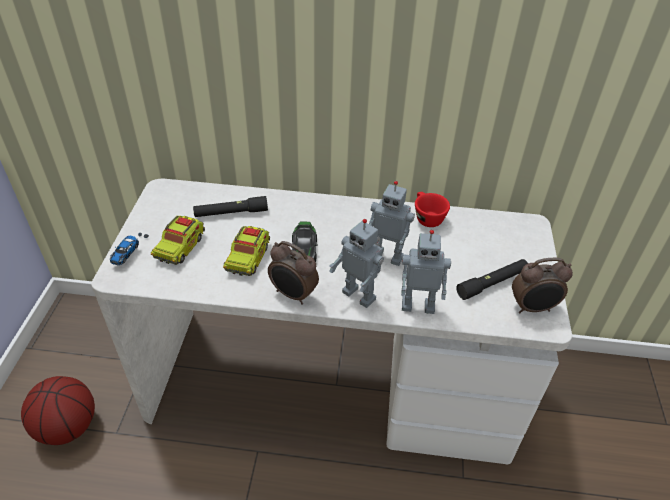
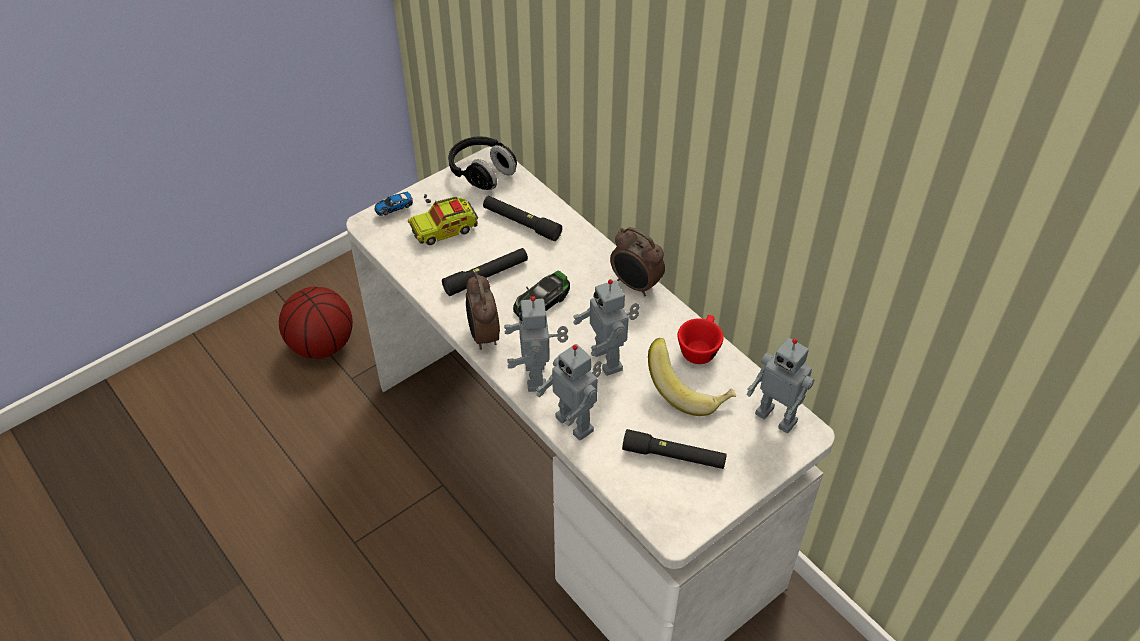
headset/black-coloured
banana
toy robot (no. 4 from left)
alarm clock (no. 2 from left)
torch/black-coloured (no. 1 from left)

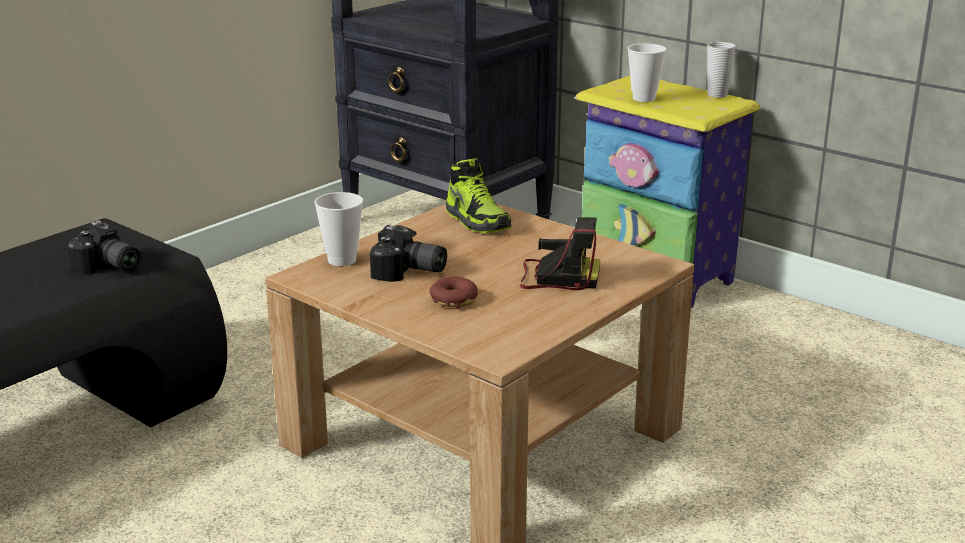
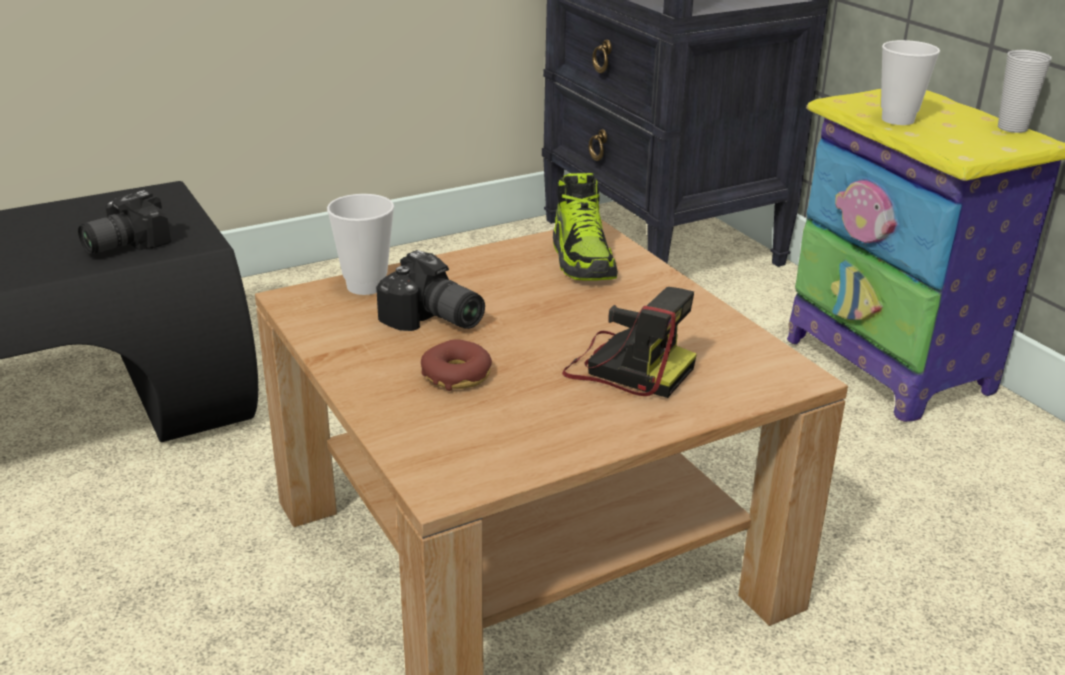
still camera (no. 1 from left)

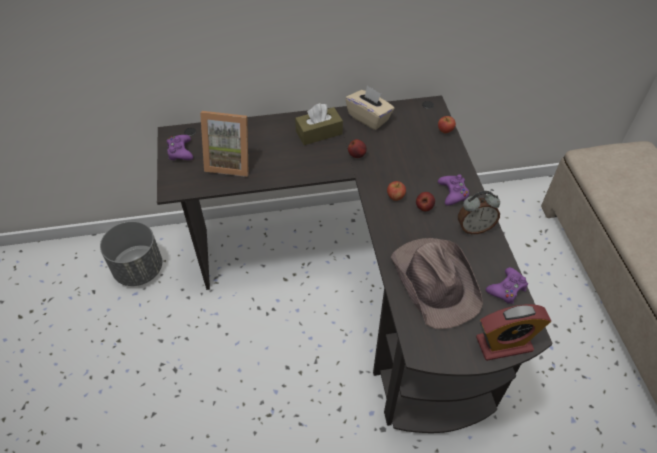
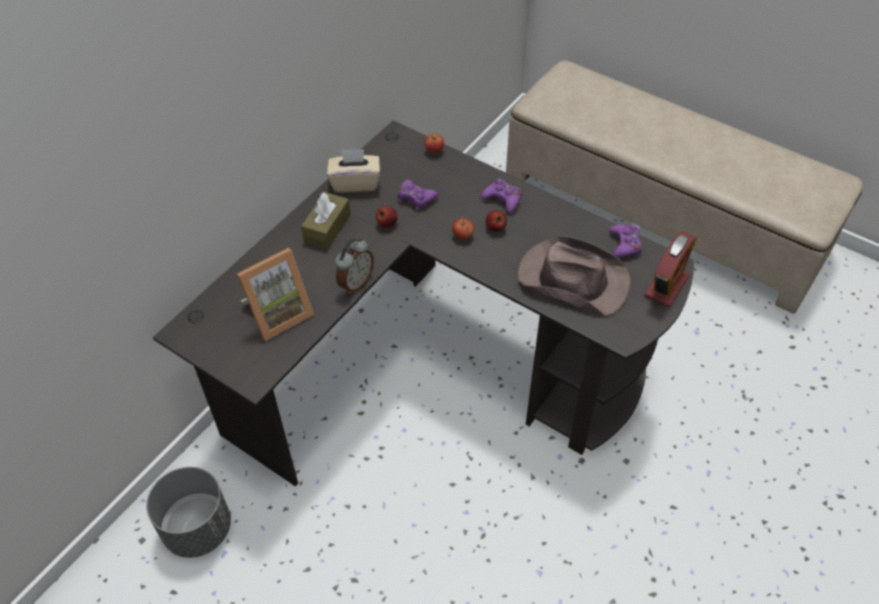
gamepad/purplish (no. 1 from left)
alarm clock (no. 1 from left)

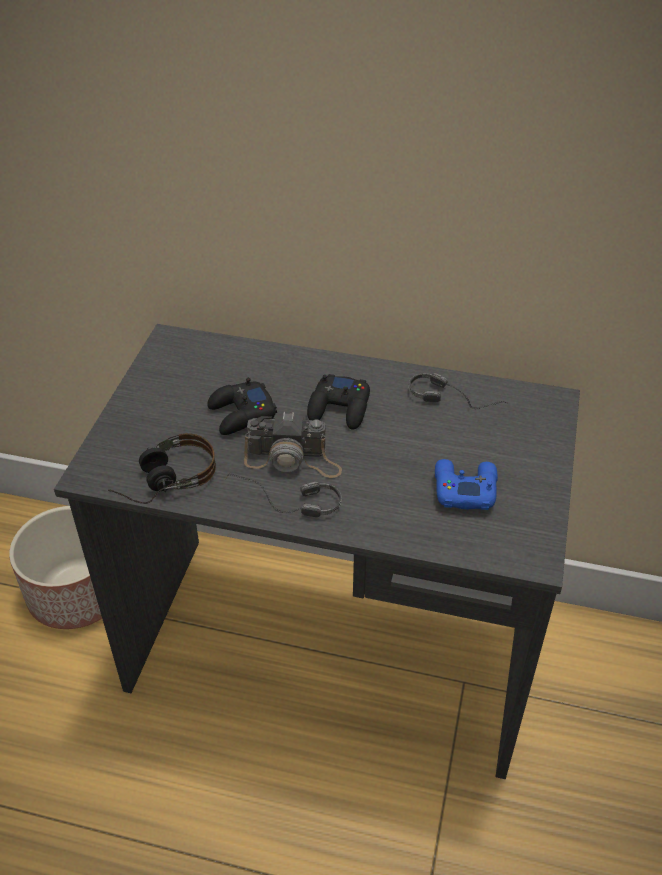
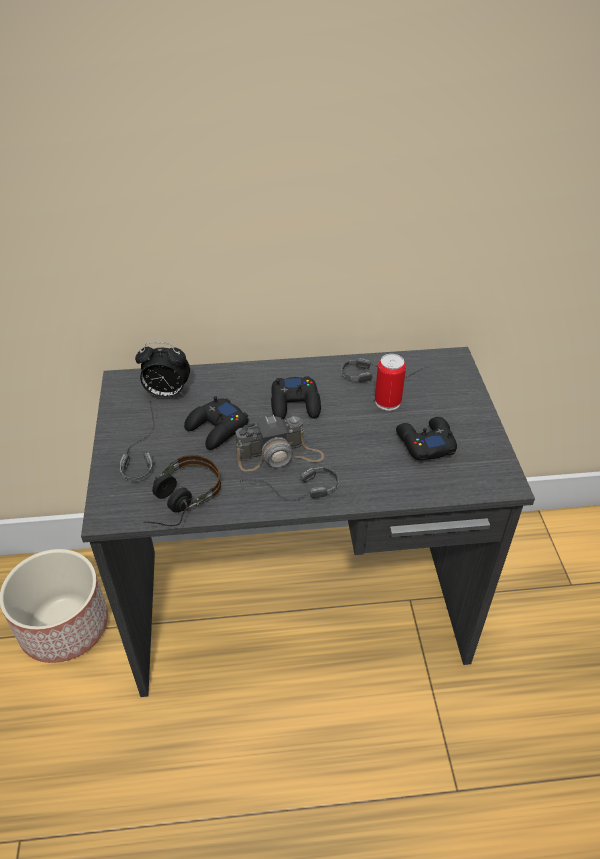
headset (no. 1 from left)
alarm clock
can
gamepad/black-coloured (no. 3 from left)

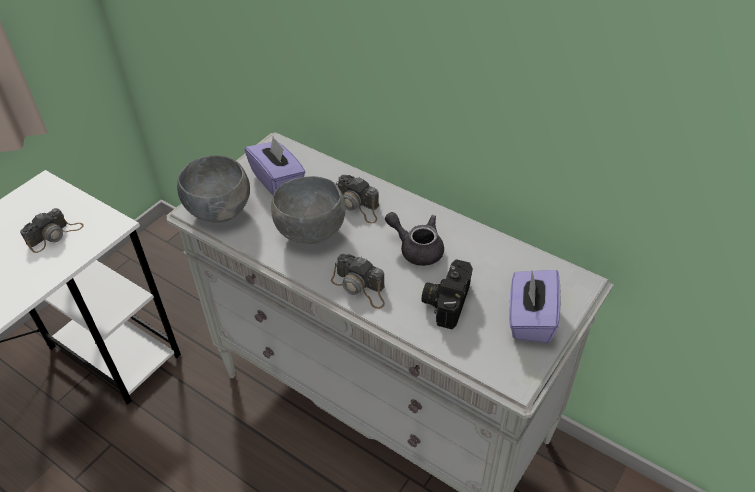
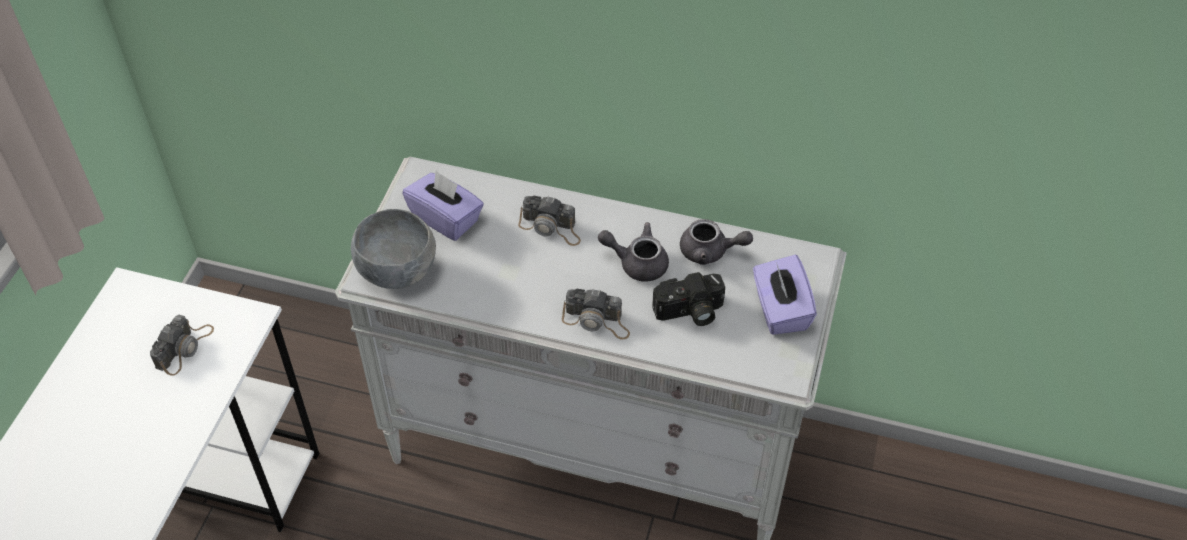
bowl/greyish (no. 2 from left in the first image)
tea pot/greyish (no. 2 from left)
still camera (no. 4 from left)

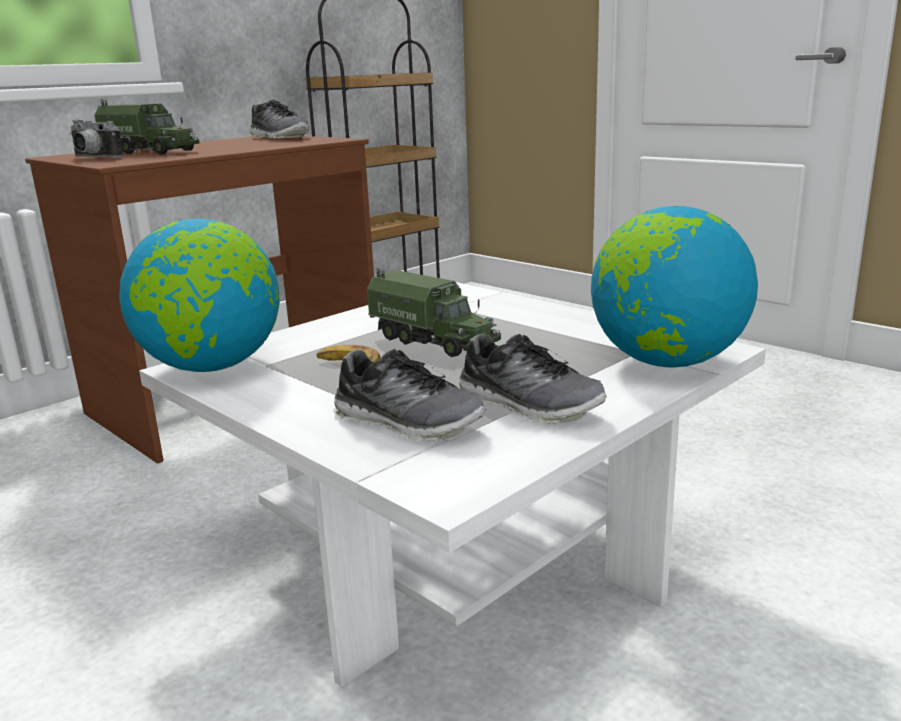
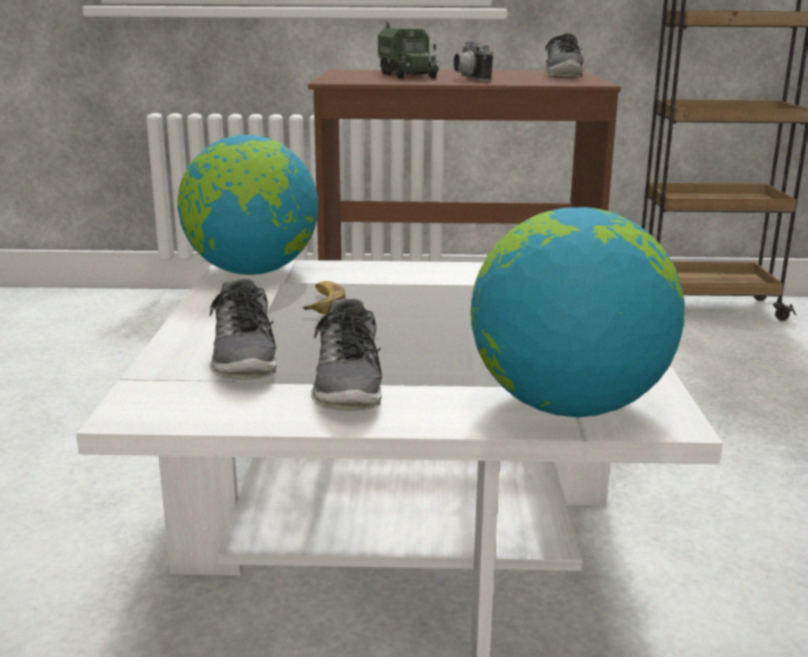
model truck (no. 2 from left in the first image)
still camera

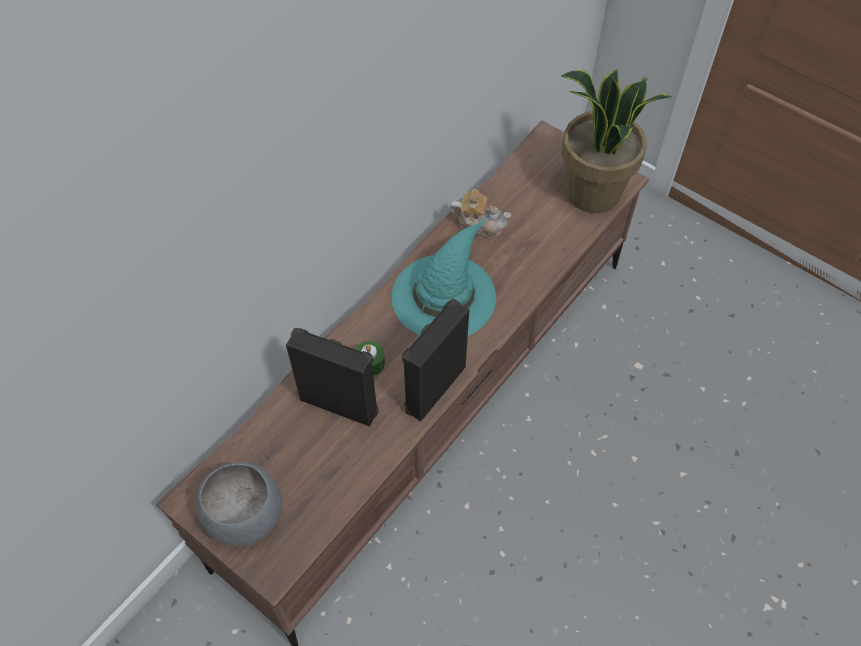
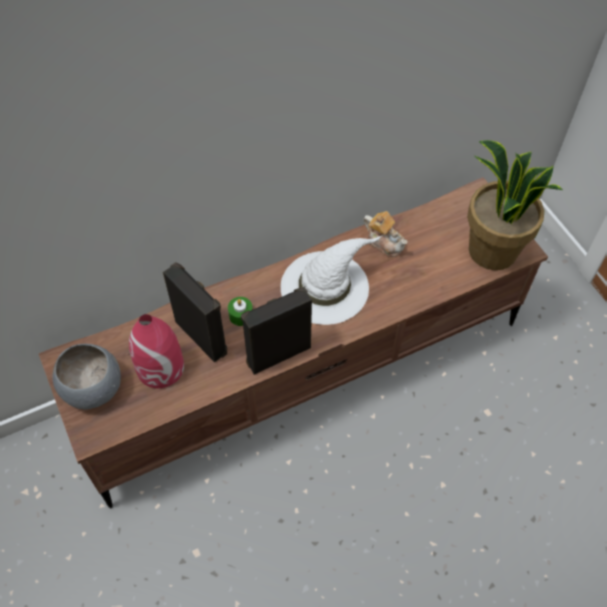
vase/reddish
wearable hat/whitish

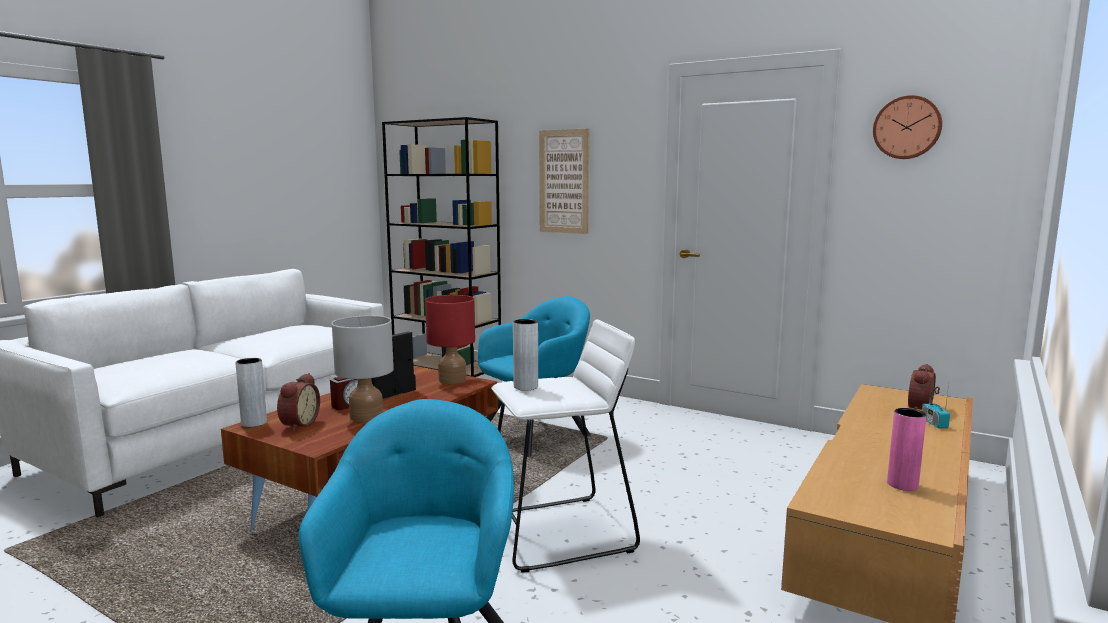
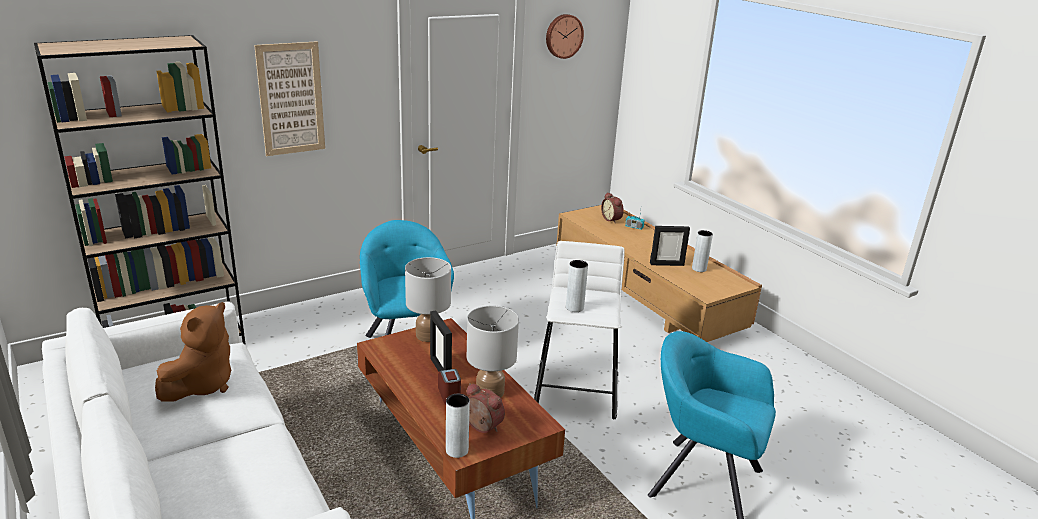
cuddly toy/brownish
standing frame (no. 2 from left)
lamp for a table/greyish (no. 1 from left)
vase/greyish (no. 3 from left)

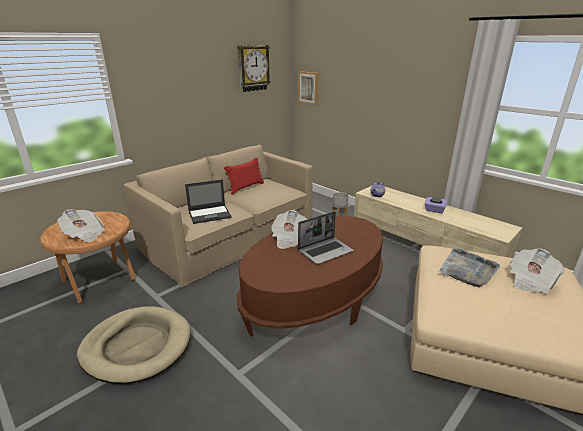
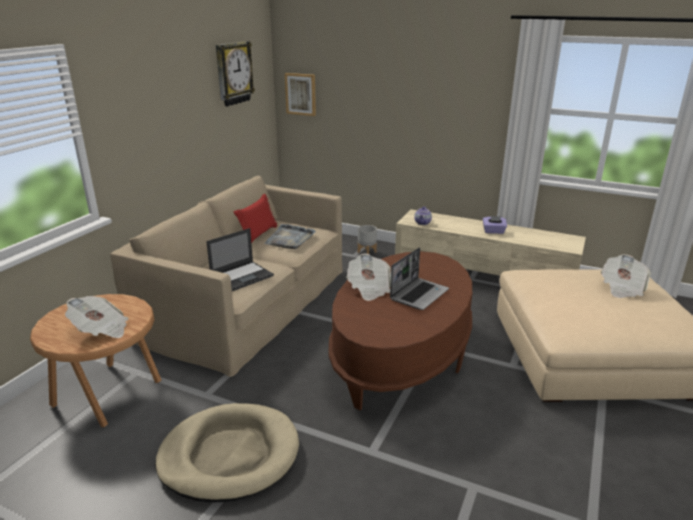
carrying tray/greyish

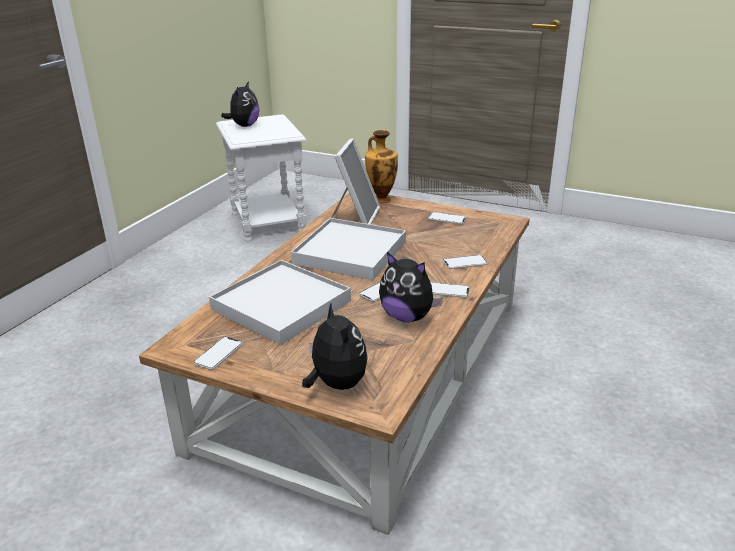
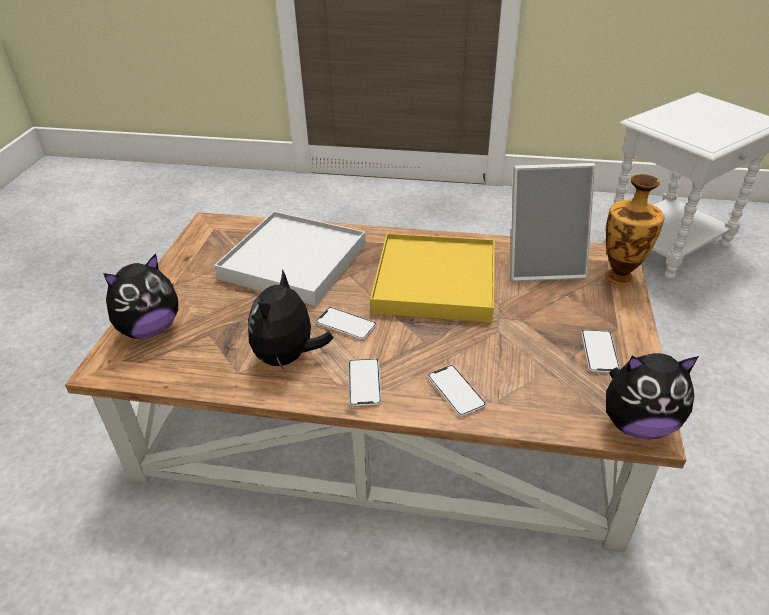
phone (no. 1 from left in the first image)
cuddly toy (no. 3 from left)
carrying tray/yellow

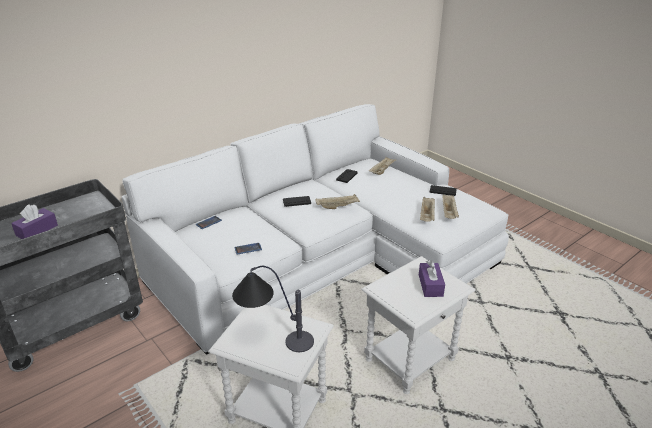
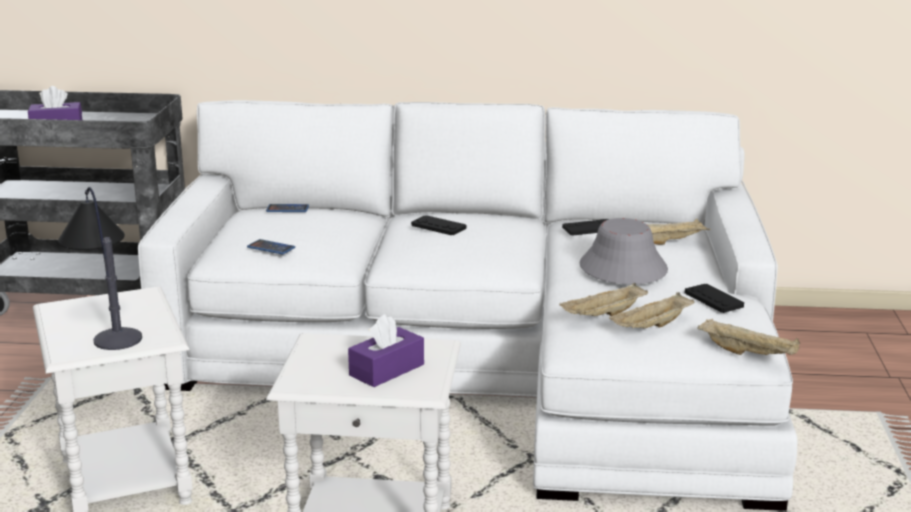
wearable hat/greyish
carrying tray/sand-coloured (no. 4 from left)

